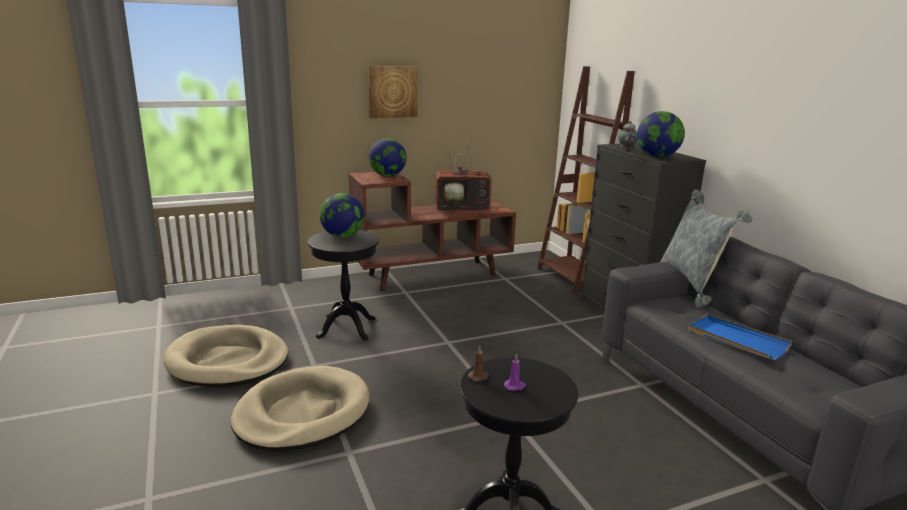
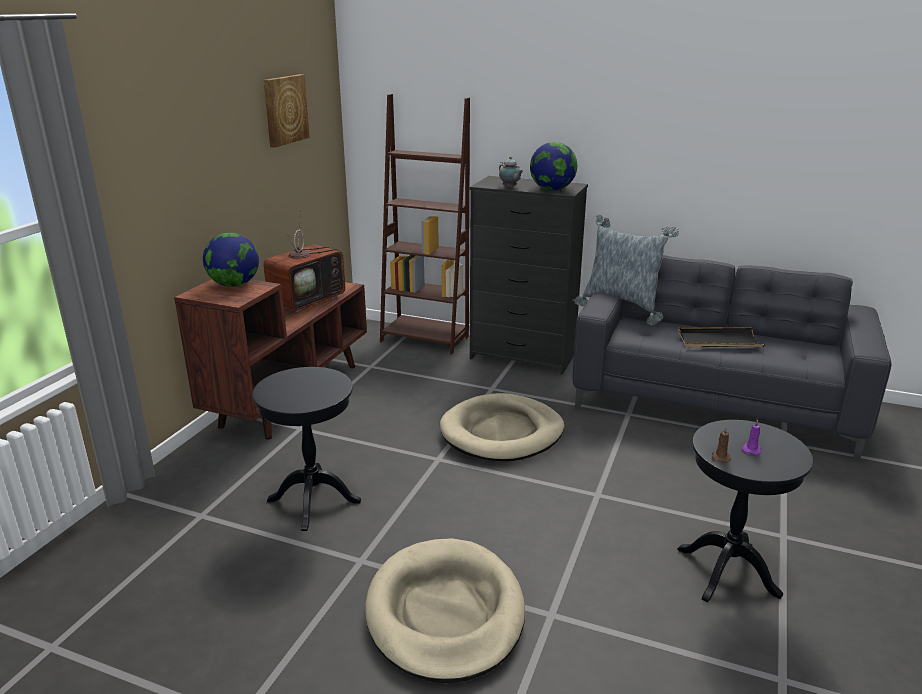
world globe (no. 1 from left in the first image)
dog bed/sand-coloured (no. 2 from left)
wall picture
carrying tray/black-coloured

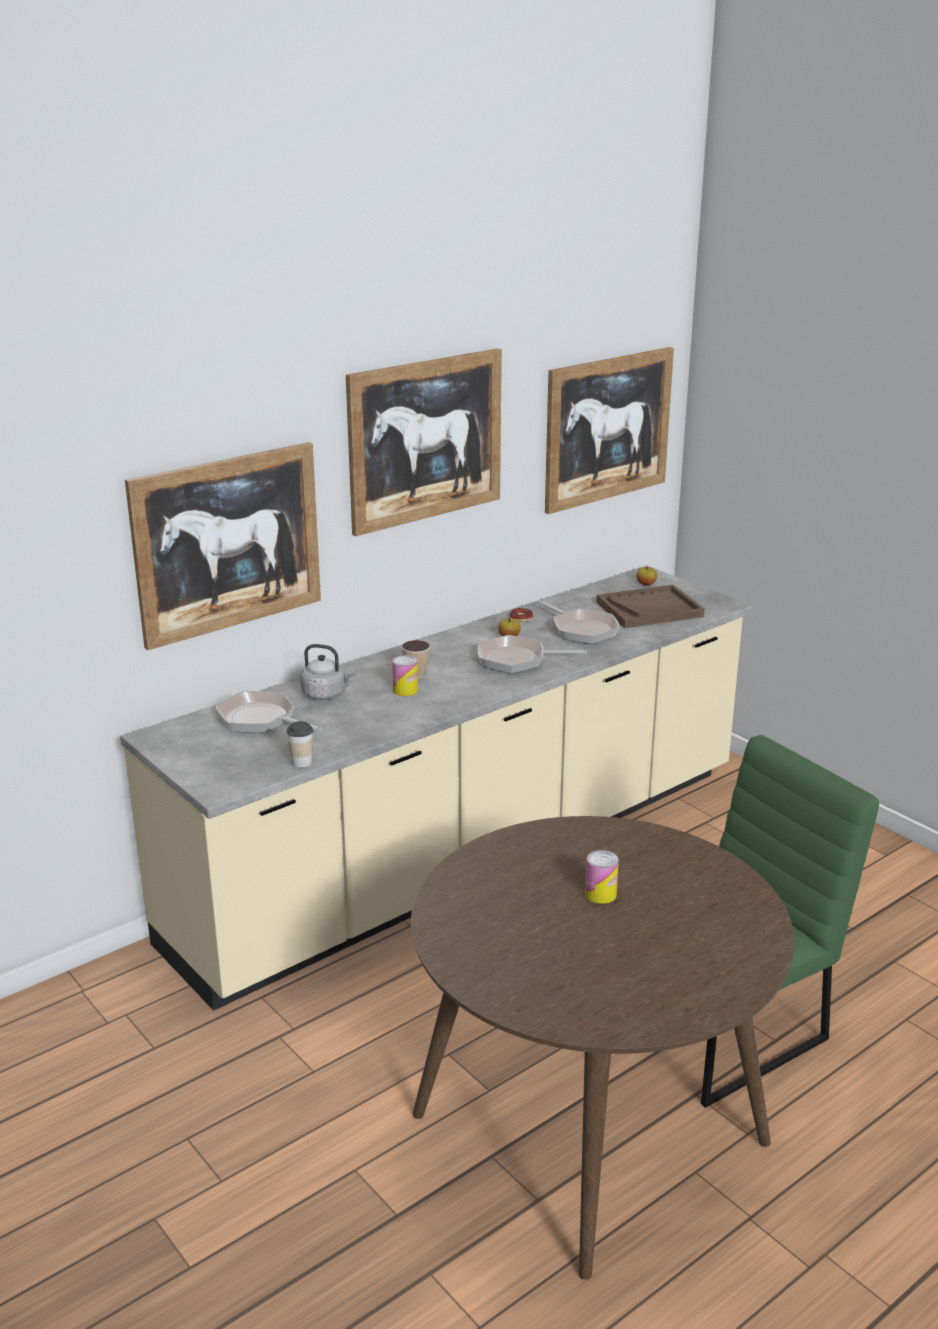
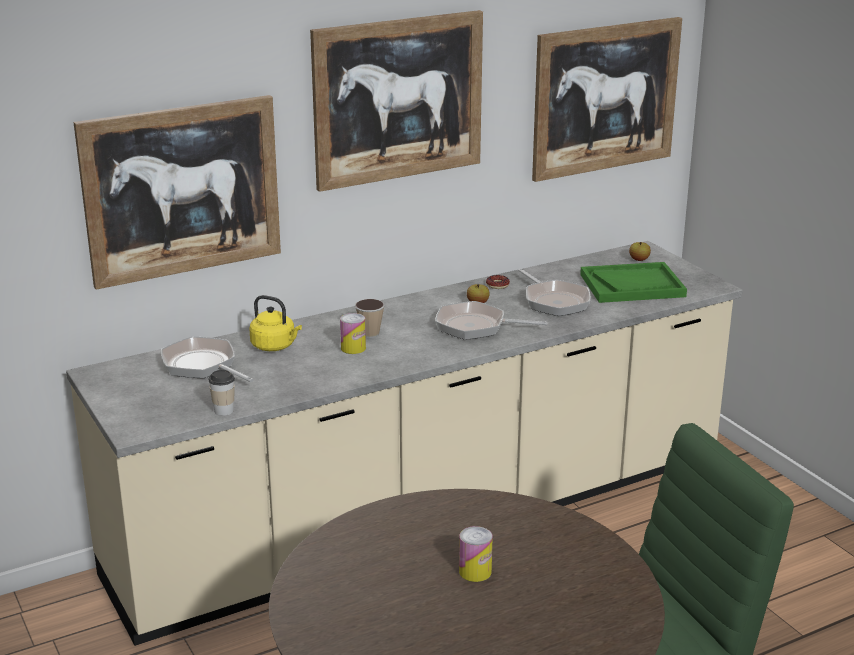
kettle/yellow
carrying tray/greenish

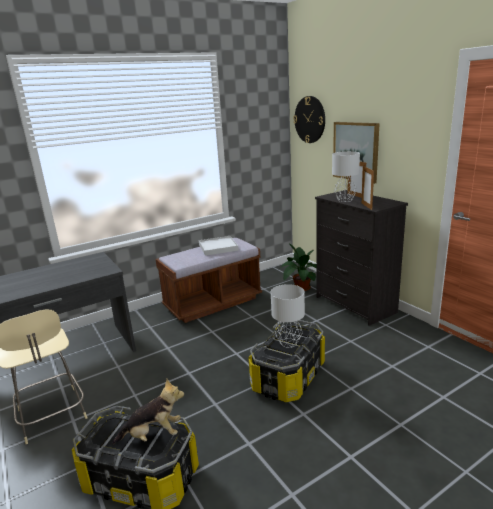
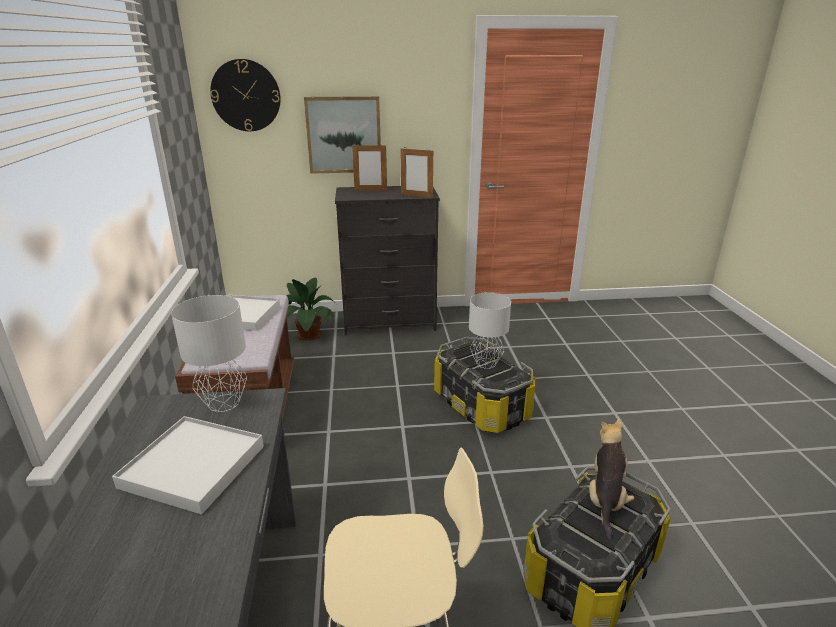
carrying tray/whitish (no. 1 from left)
lamp for a table/greyish (no. 1 from left)

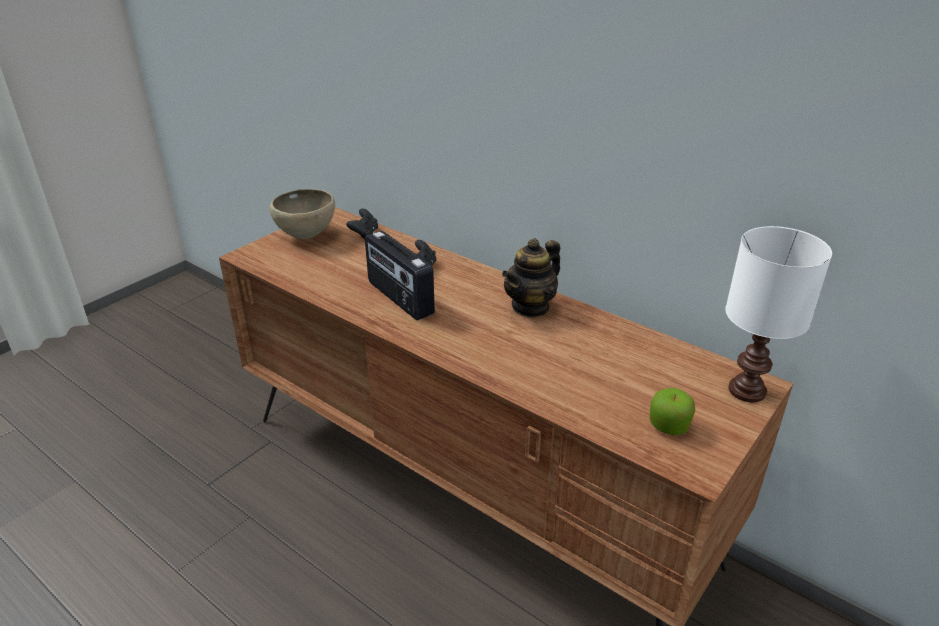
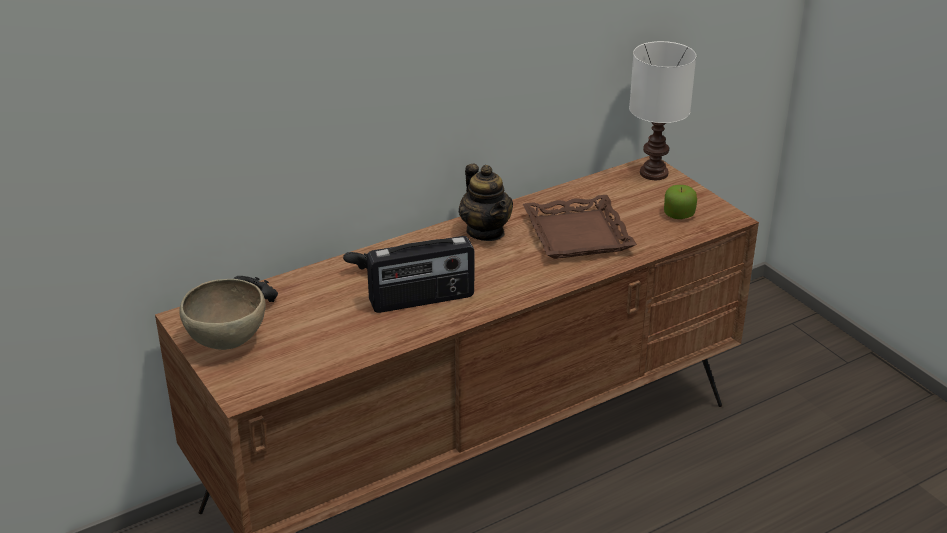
carrying tray/brownish

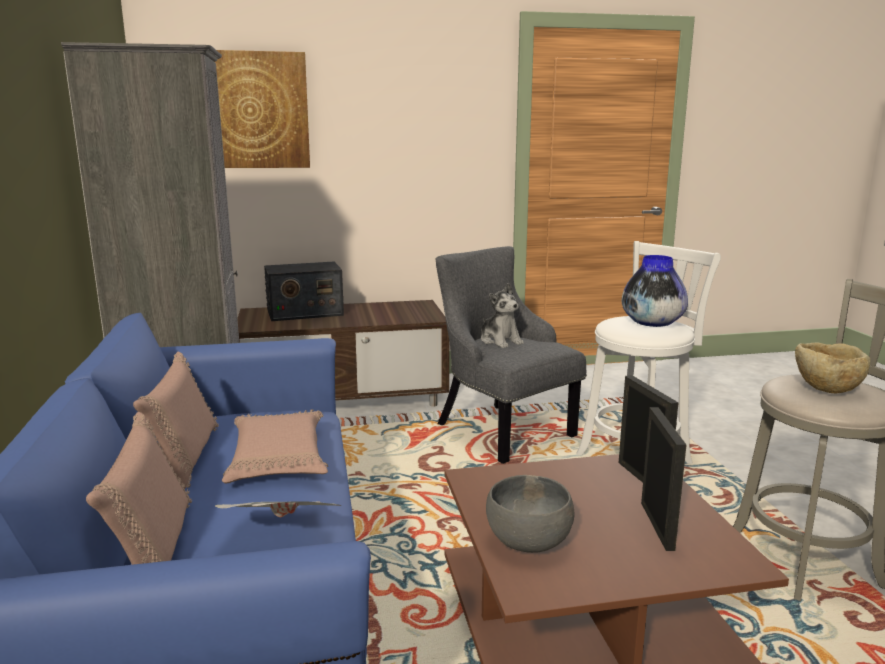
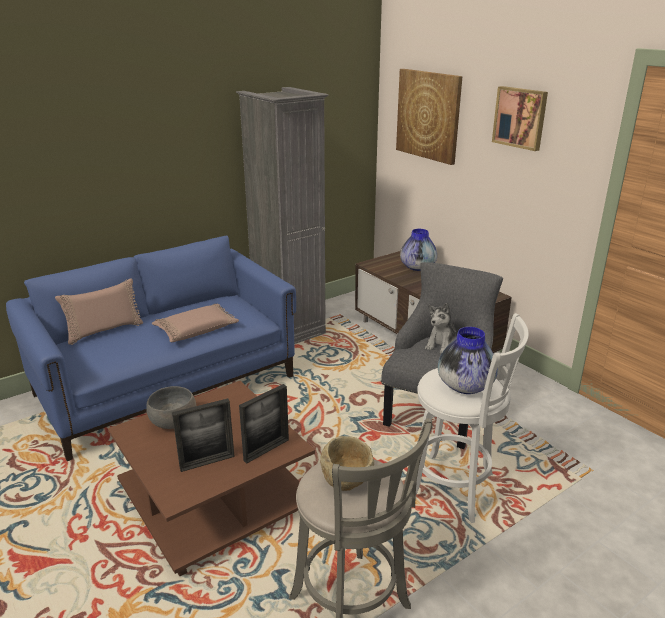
throw pillow/sand-coloured (no. 2 from left in the first image)
printed paper
wall picture (no. 2 from left)
vase (no. 1 from left)

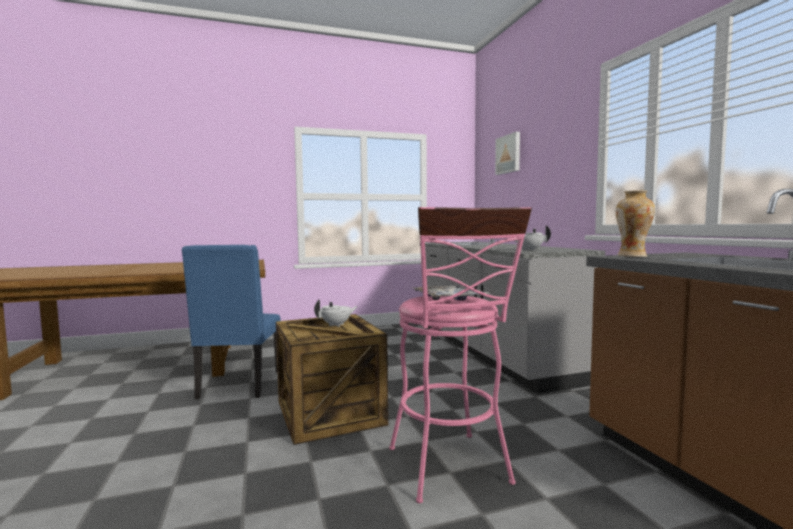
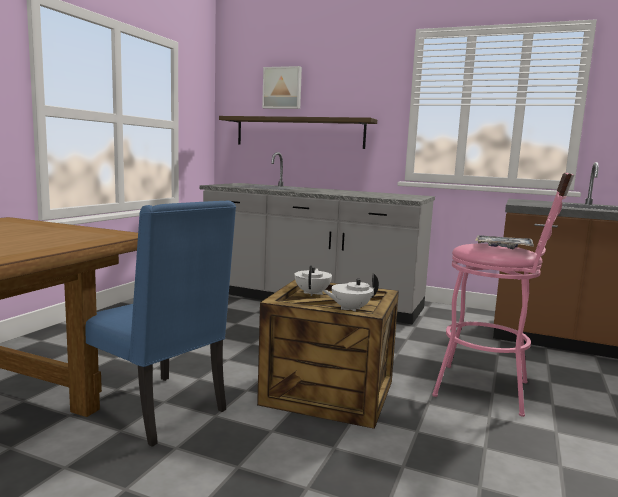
vase
bracket shelf
tea pot/whitish (no. 2 from left)

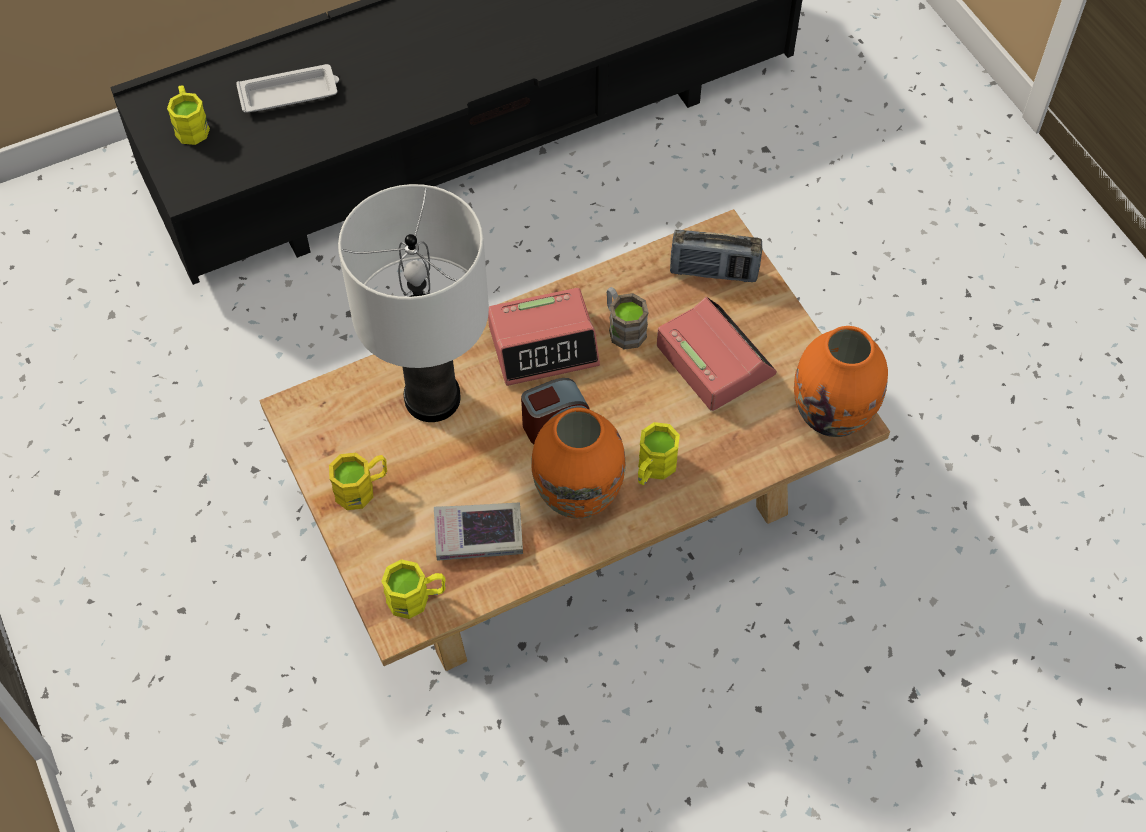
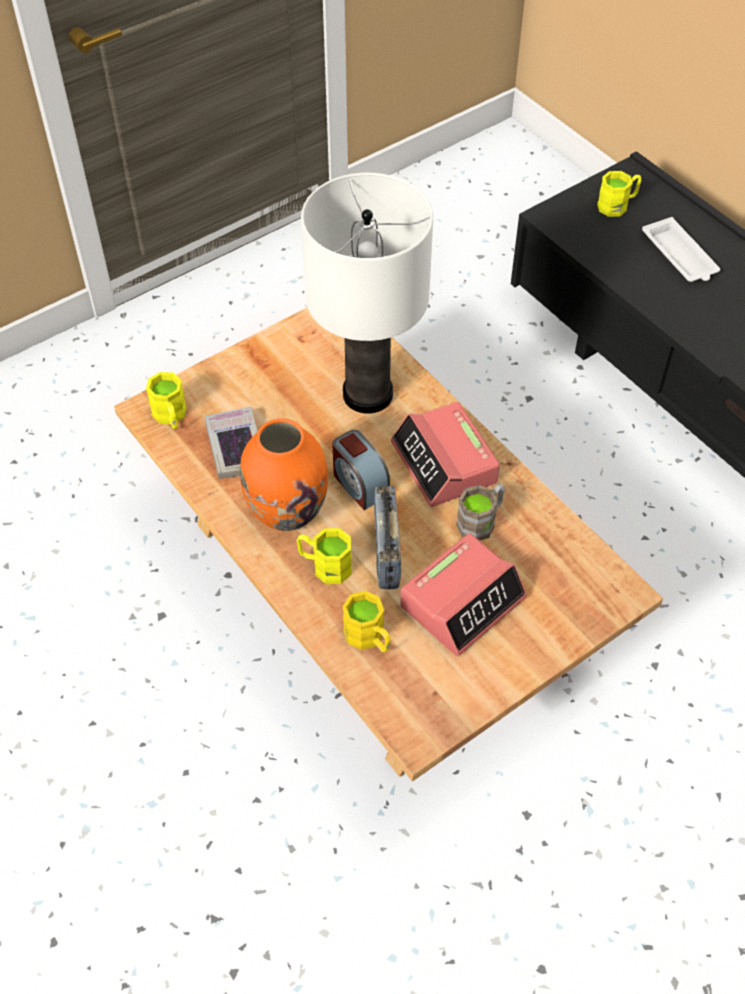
vase/orangey (no. 2 from left in the first image)
coffee mug/yellow (no. 3 from left)
radio set

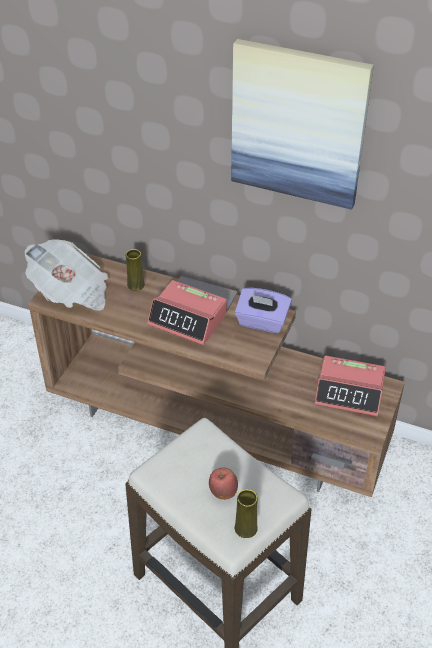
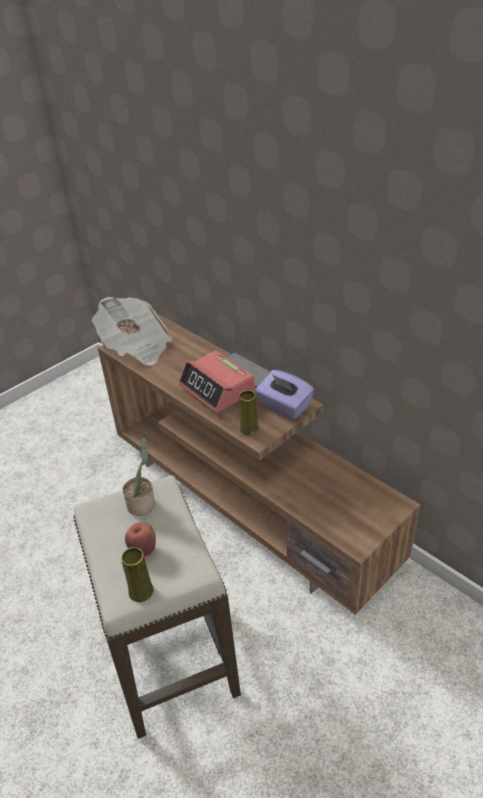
wall picture
alarm clock (no. 2 from left in the first image)
potted plant
vase/yellow (no. 2 from left)

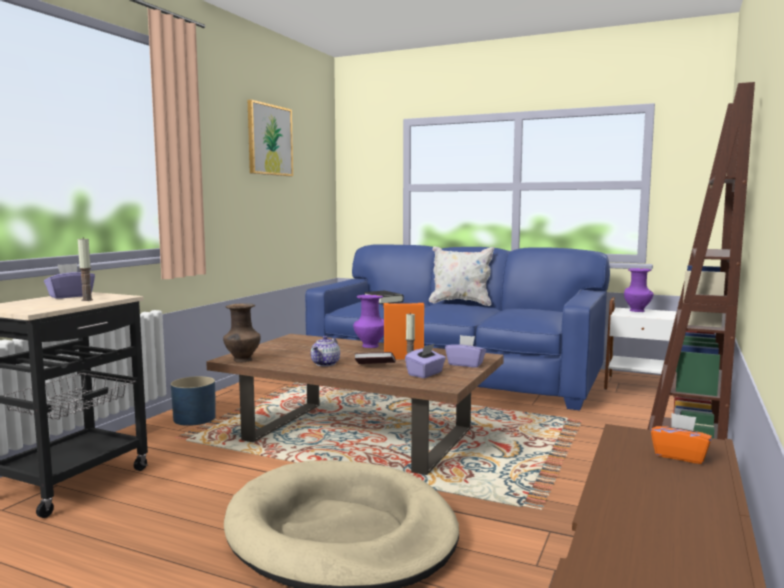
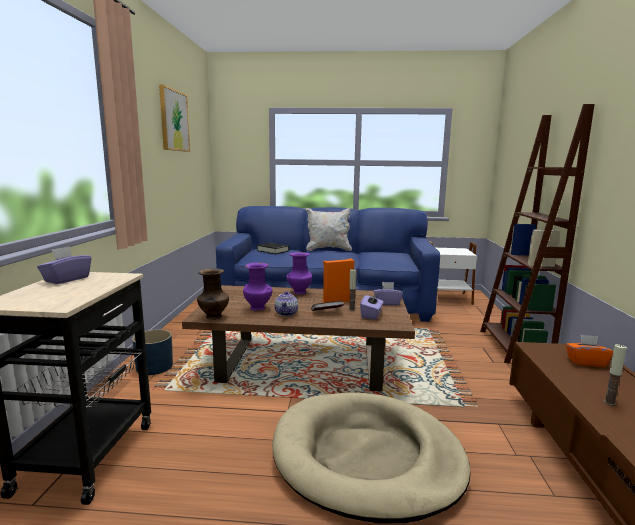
wax candle (no. 2 from left)
vase/purplish (no. 1 from left)

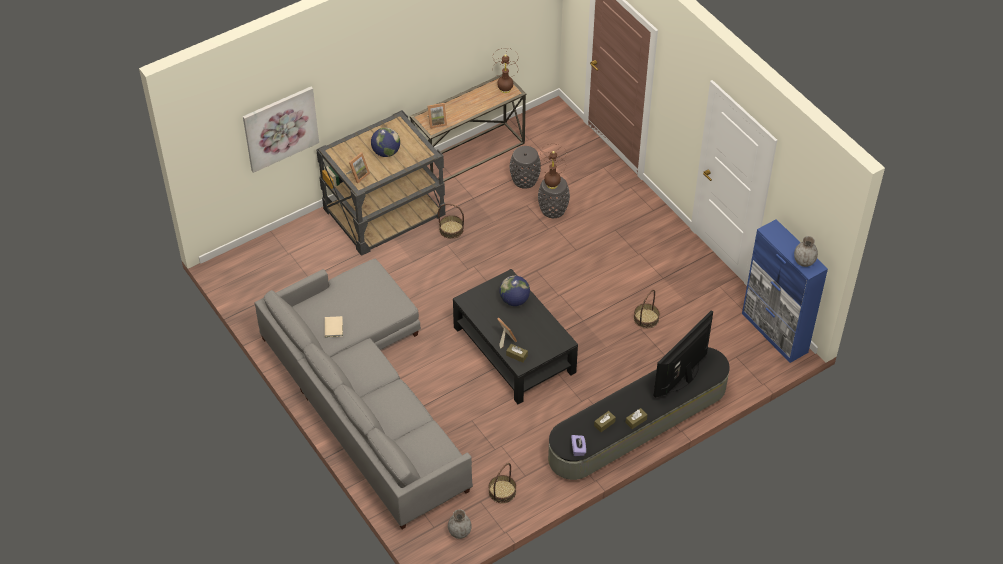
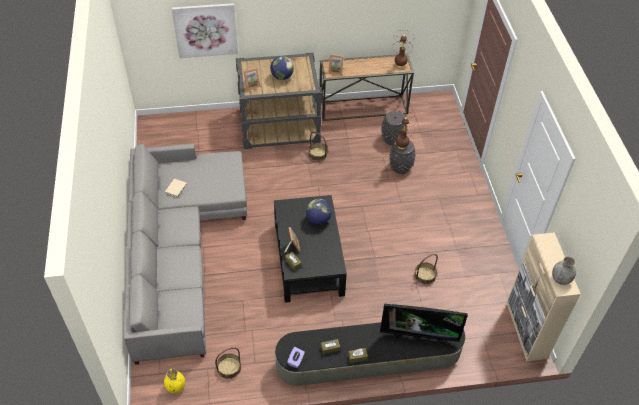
vase/yellow
storage cabinet/sand-coloured
TV set

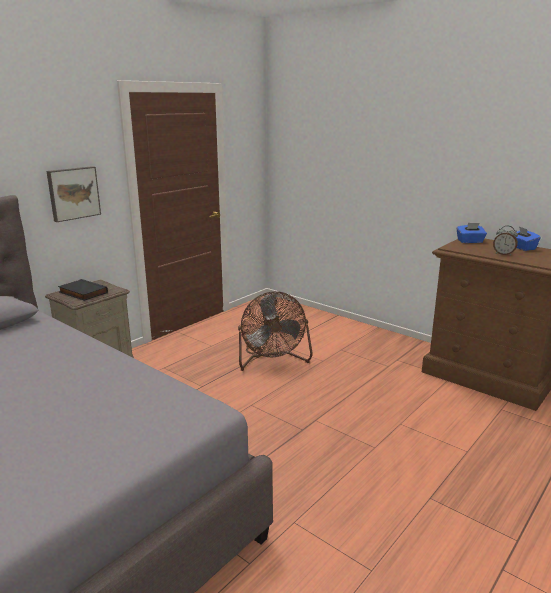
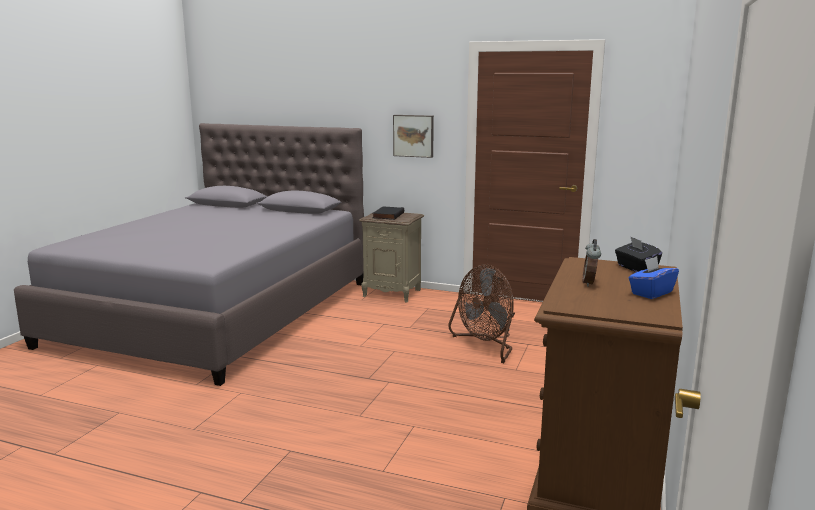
tissue box/black-coloured

